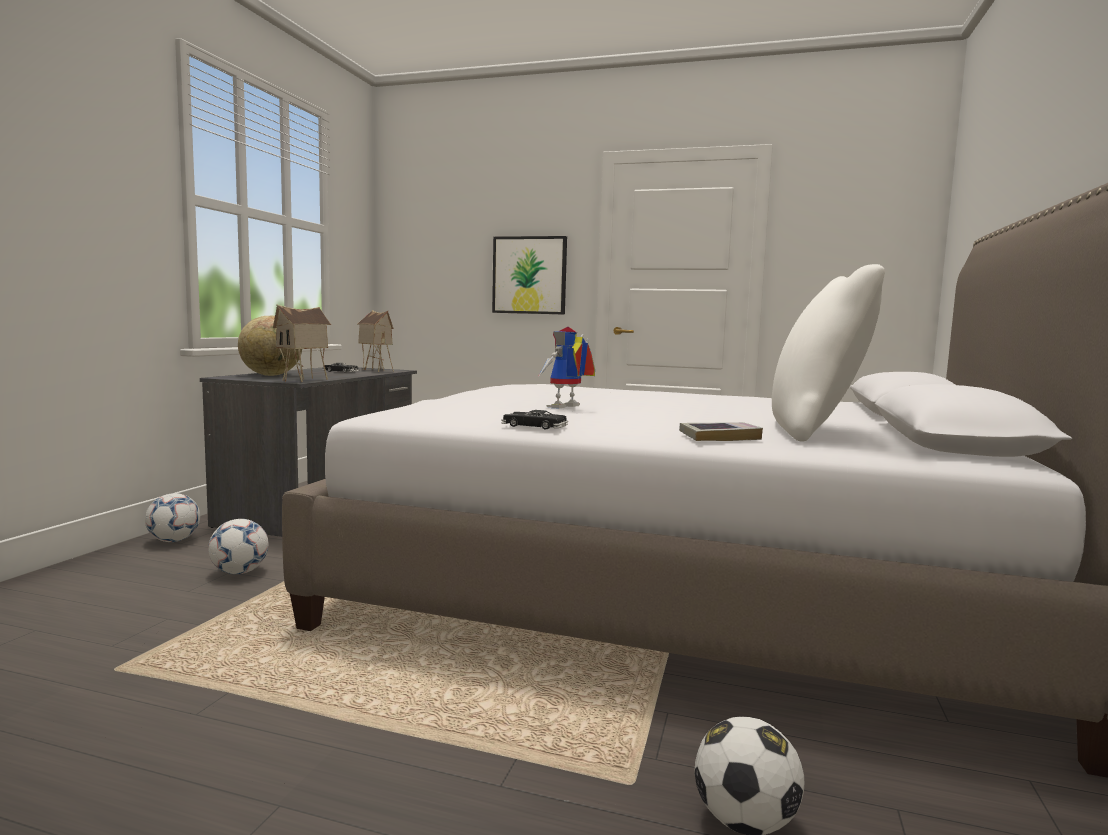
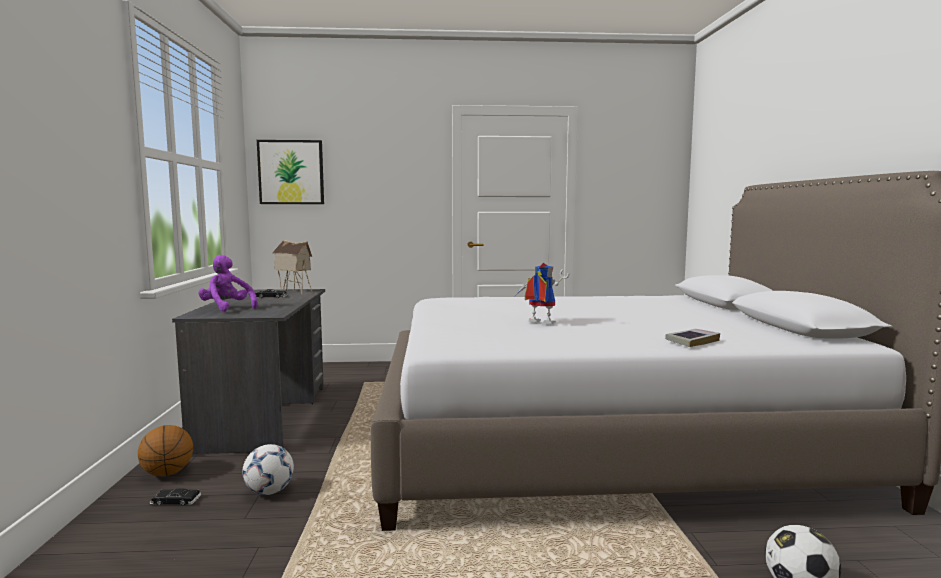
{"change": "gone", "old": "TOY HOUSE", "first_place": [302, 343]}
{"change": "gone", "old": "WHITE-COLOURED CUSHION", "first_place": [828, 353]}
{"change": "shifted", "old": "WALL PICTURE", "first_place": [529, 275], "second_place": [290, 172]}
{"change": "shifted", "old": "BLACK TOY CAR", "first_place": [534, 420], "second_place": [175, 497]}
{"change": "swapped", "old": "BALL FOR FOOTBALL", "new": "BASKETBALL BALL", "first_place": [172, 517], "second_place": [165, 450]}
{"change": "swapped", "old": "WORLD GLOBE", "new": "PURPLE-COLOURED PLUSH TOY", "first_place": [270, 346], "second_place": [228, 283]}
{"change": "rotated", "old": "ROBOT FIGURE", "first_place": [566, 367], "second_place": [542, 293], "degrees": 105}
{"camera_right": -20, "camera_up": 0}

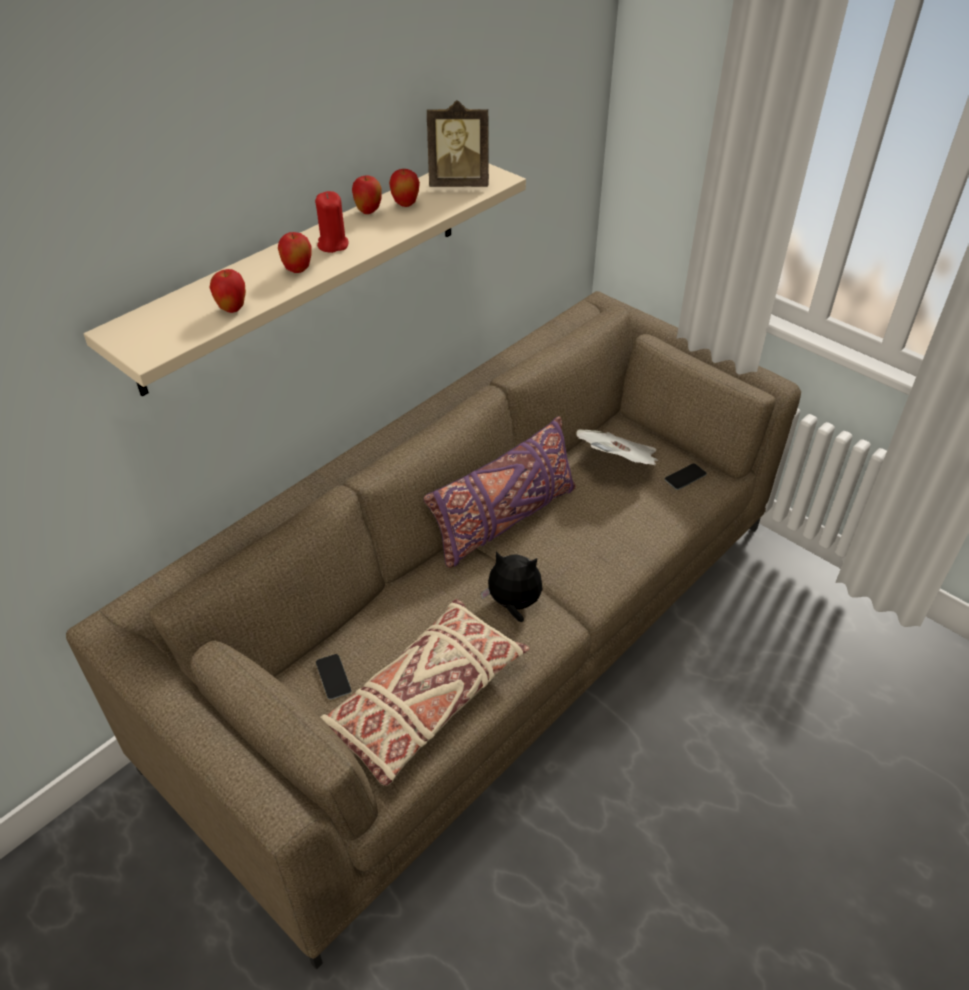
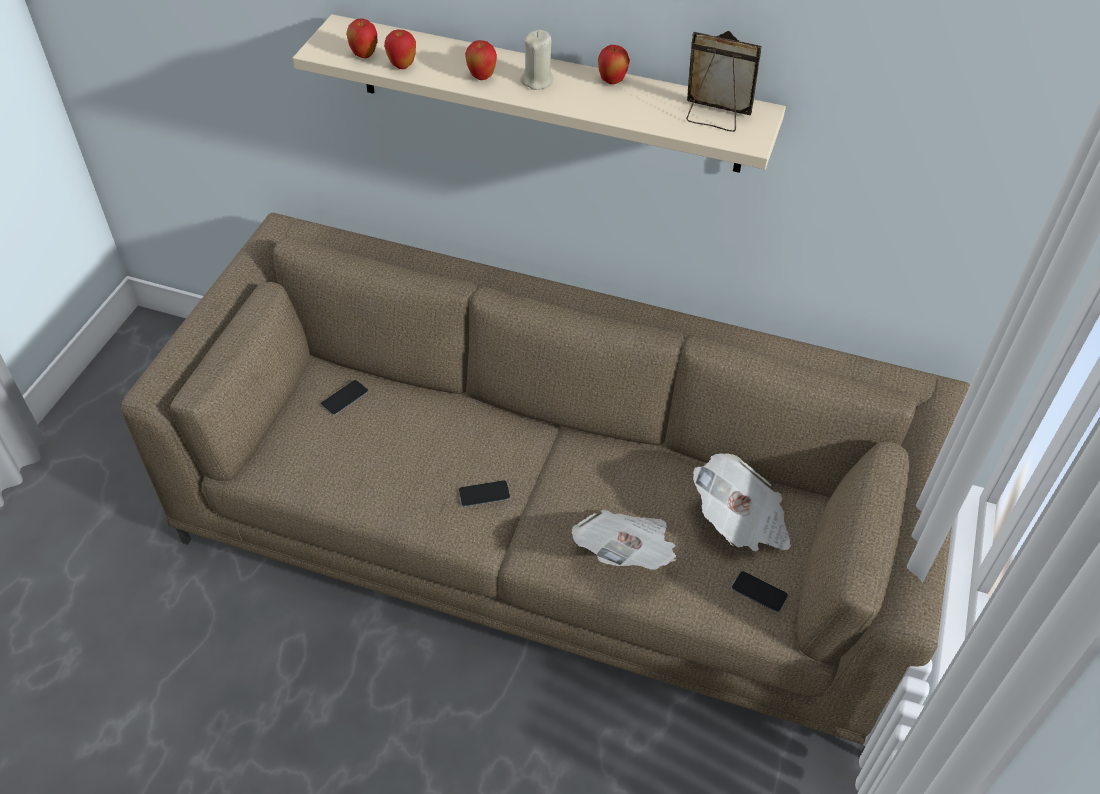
{"change": "gone", "old": "BEIGE CUSHION", "first_place": [425, 692]}
{"change": "gone", "old": "PURPLE-COLOURED CUSHION", "first_place": [499, 492]}
{"change": "new", "new": "PRINTED PAPER", "second_place": [624, 540]}
{"change": "shifted", "old": "APPLE FRUIT", "first_place": [404, 188], "second_place": [361, 38]}
{"change": "swapped", "old": "PLUSH TOY", "new": "HANDSET", "first_place": [511, 587], "second_place": [484, 493]}
{"change": "repainted", "old": "RED WAX CANDLE", "new": "BEIGE WAX CANDLE", "first_place": [331, 222], "second_place": [537, 60]}
{"change": "rotated", "old": "PHOTO FRAME", "first_place": [458, 143], "second_place": [724, 81], "degrees": 135}
{"camera_right": 65, "camera_up": 5}

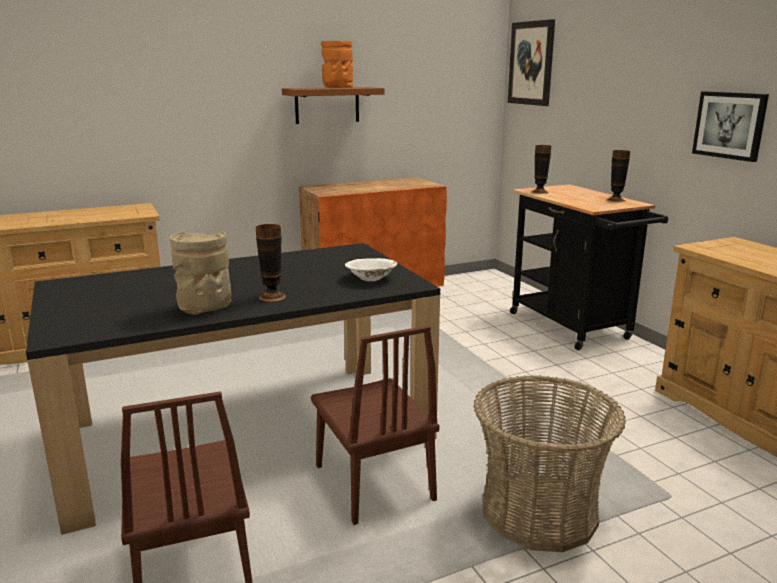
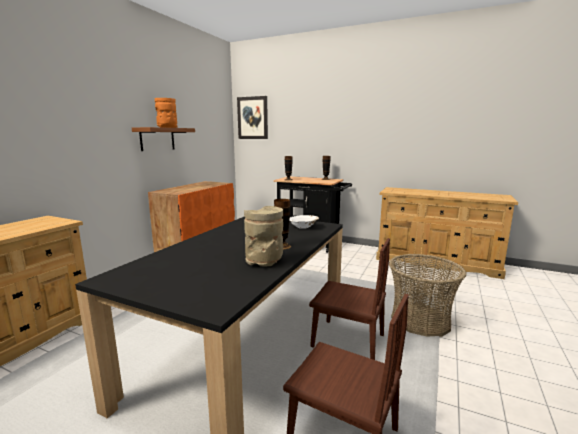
{"change": "gone", "old": "WALL PICTURE", "first_place": [730, 126]}
{"camera_right": -40, "camera_up": -5}

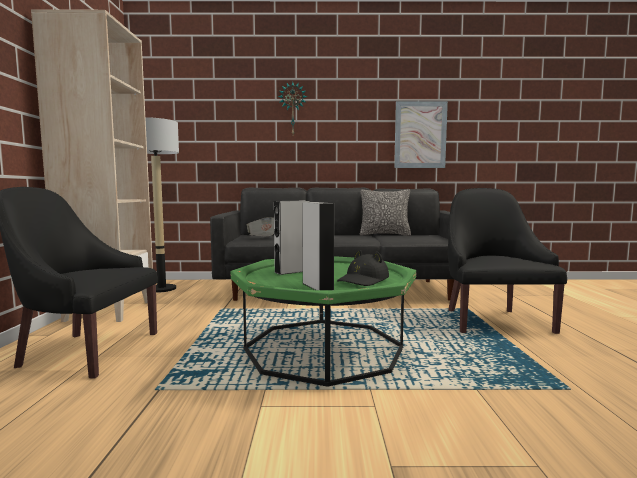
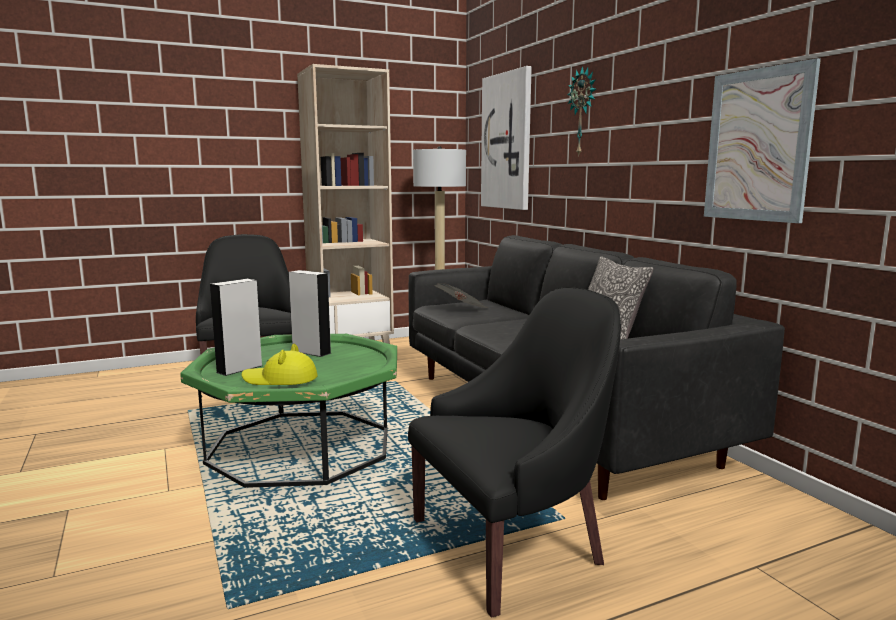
{"change": "new", "new": "WALL PICTURE", "second_place": [506, 138]}
{"change": "repainted", "old": "BLACK CLOTHING HAT", "new": "YELLOW-COLOURED CLOTHING HAT", "first_place": [363, 268], "second_place": [279, 364]}
{"camera_right": 65, "camera_up": 5}

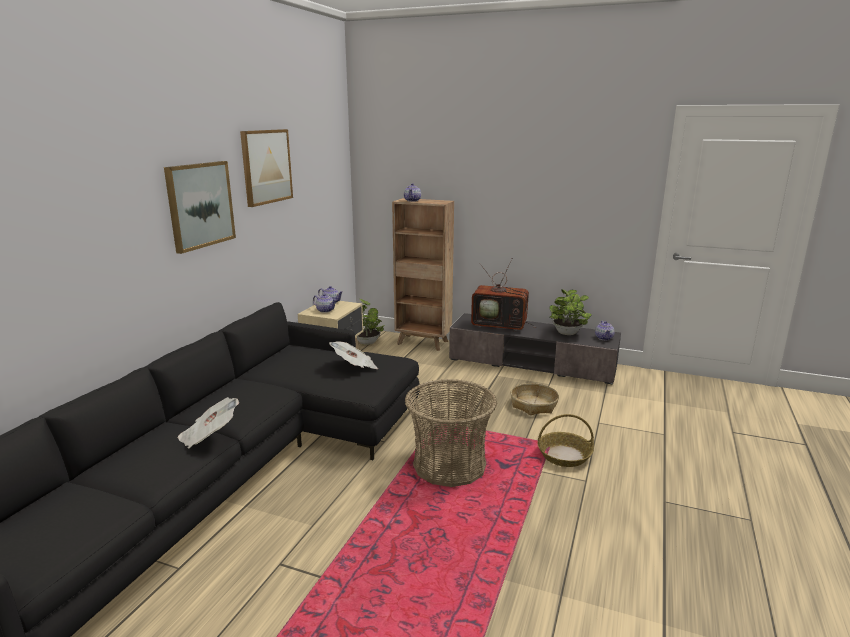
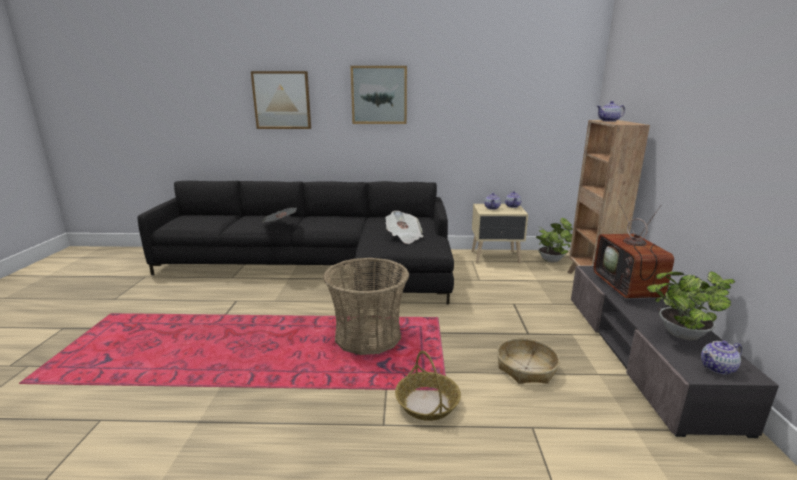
{"change": "shifted", "old": "WALL PICTURE", "first_place": [266, 168], "second_place": [281, 100]}
{"camera_right": 70, "camera_up": 0}

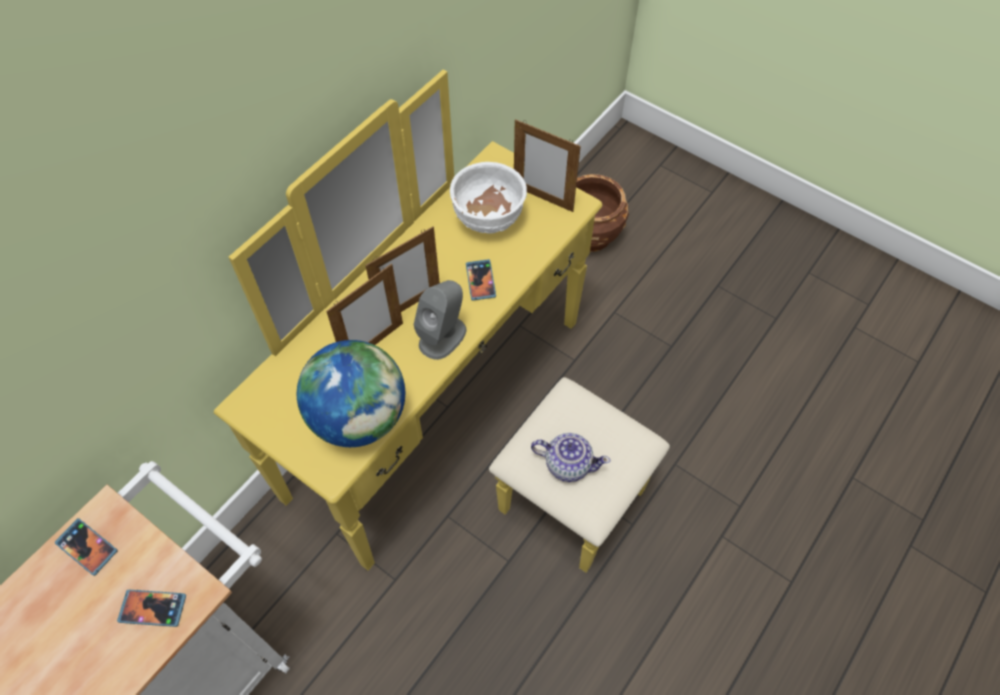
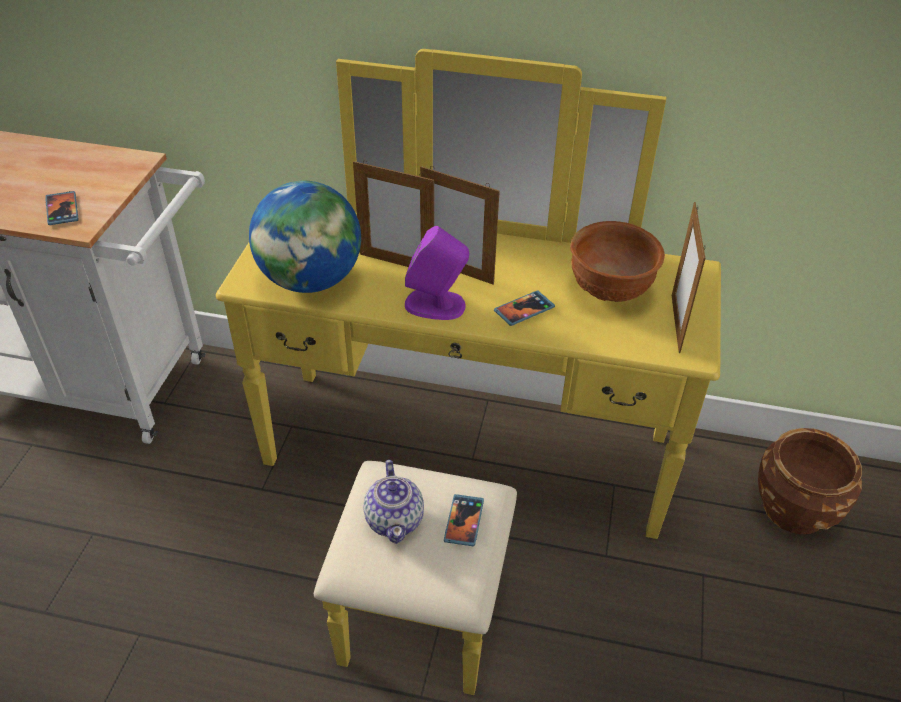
{"change": "shifted", "old": "HANDSET", "first_place": [86, 547], "second_place": [464, 520]}
{"change": "repainted", "old": "GREYISH AUDIO SPEAKER", "new": "PURPLE-COLOURED AUDIO SPEAKER", "first_place": [440, 320], "second_place": [437, 273]}
{"change": "repainted", "old": "WHITE-COLOURED SERVING BOWL", "new": "BROWNISH SERVING BOWL", "first_place": [488, 198], "second_place": [617, 261]}
{"camera_right": 65, "camera_up": -15}

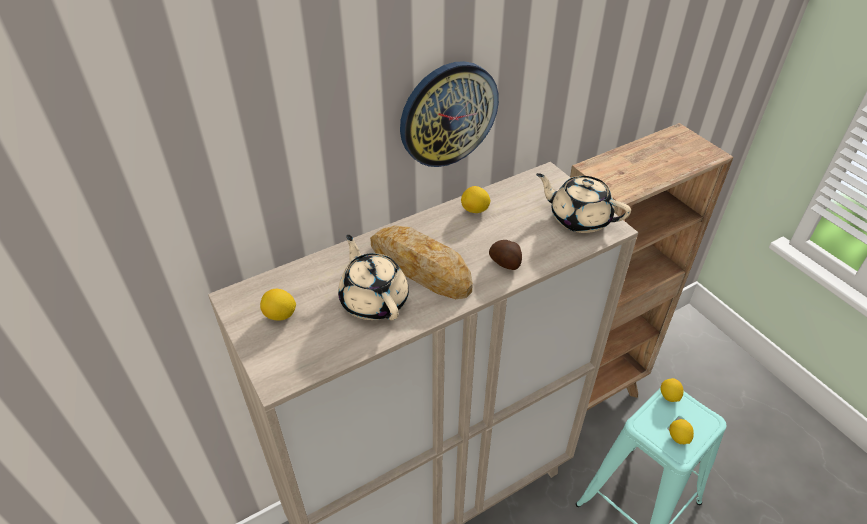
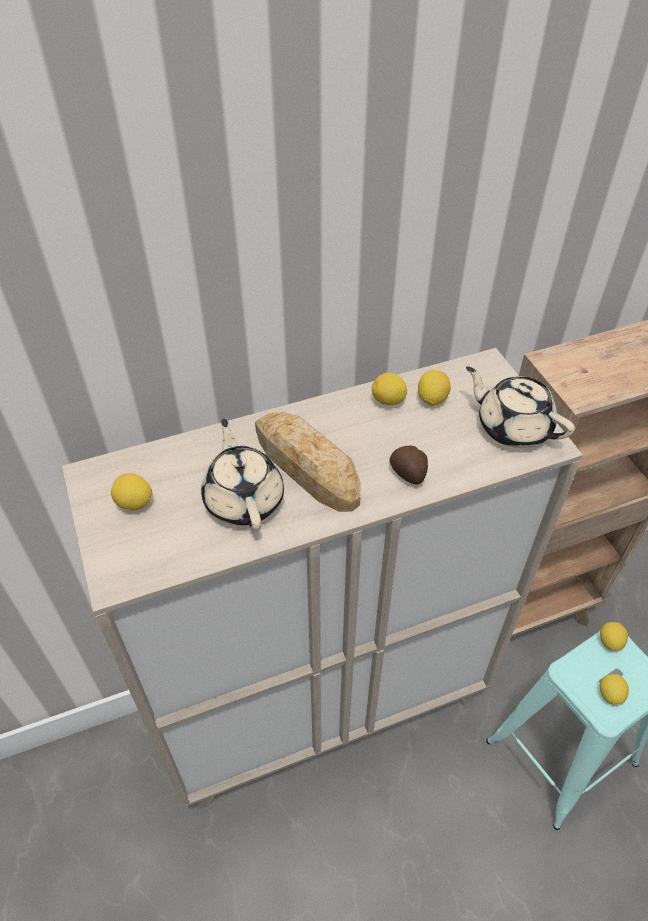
{"change": "gone", "old": "CLOCK ON THE WALL", "first_place": [449, 114]}
{"change": "new", "new": "LEMON", "second_place": [434, 388]}
{"camera_right": 10, "camera_up": 5}

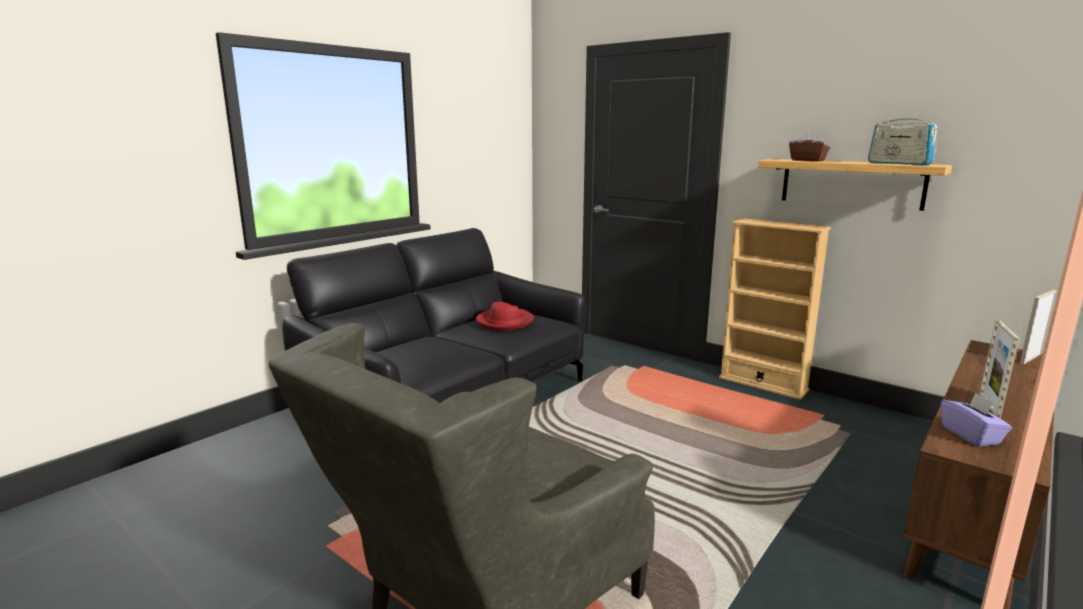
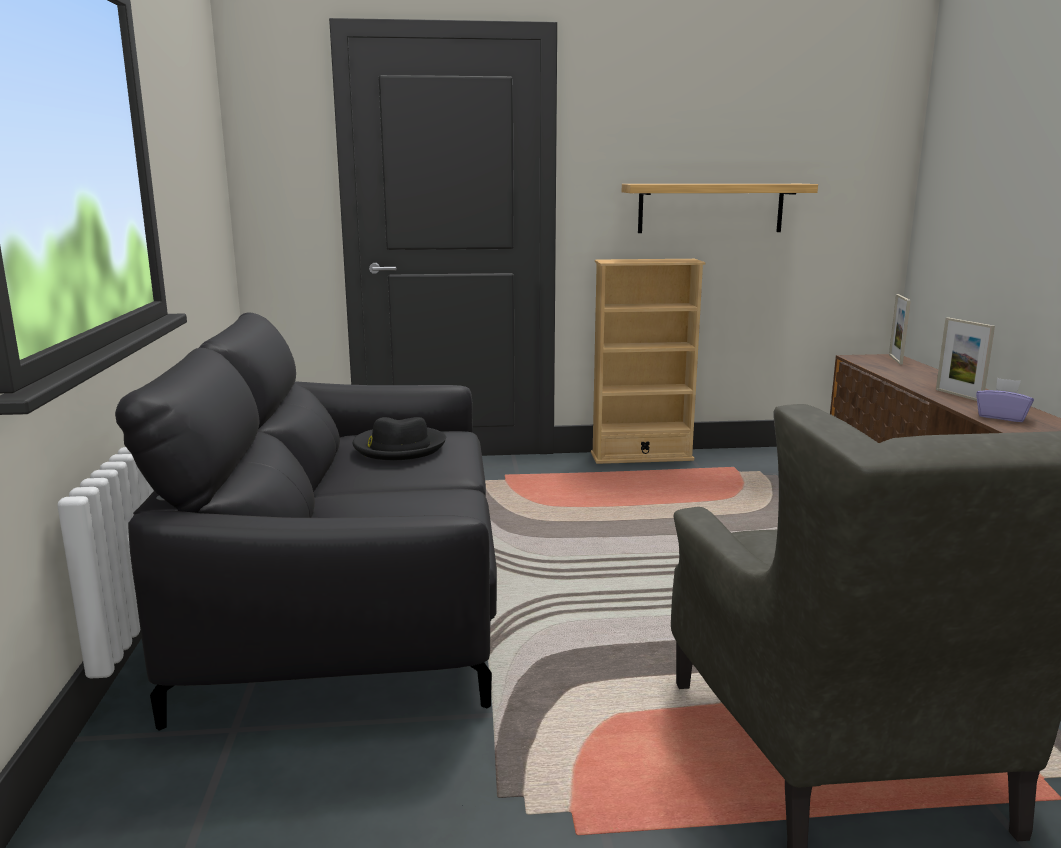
{"change": "gone", "old": "BROWNISH BOX OF TISSUES", "first_place": [809, 147]}
{"change": "gone", "old": "RADIO SET", "first_place": [902, 139]}
{"change": "repainted", "old": "RED CLOTHING HAT", "new": "BLACK CLOTHING HAT", "first_place": [505, 316], "second_place": [399, 438]}
{"camera_right": -45, "camera_up": 0}

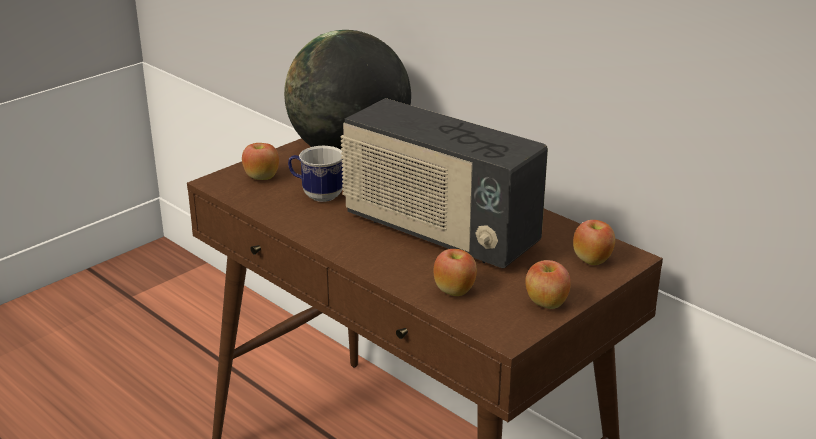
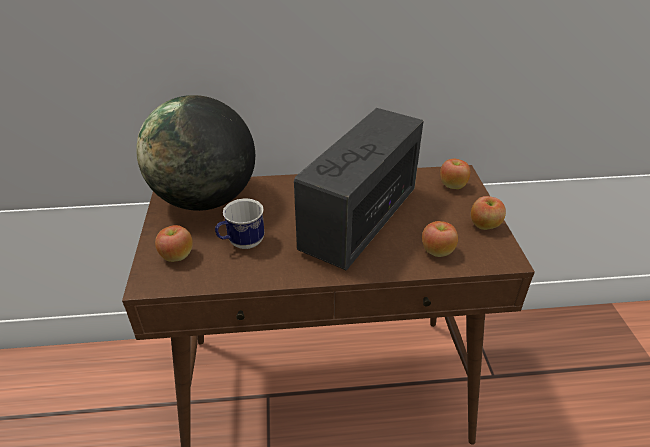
{"change": "rotated", "old": "RADIO SET", "first_place": [444, 183], "second_place": [359, 189], "degrees": 135}
{"camera_right": -50, "camera_up": 10}

